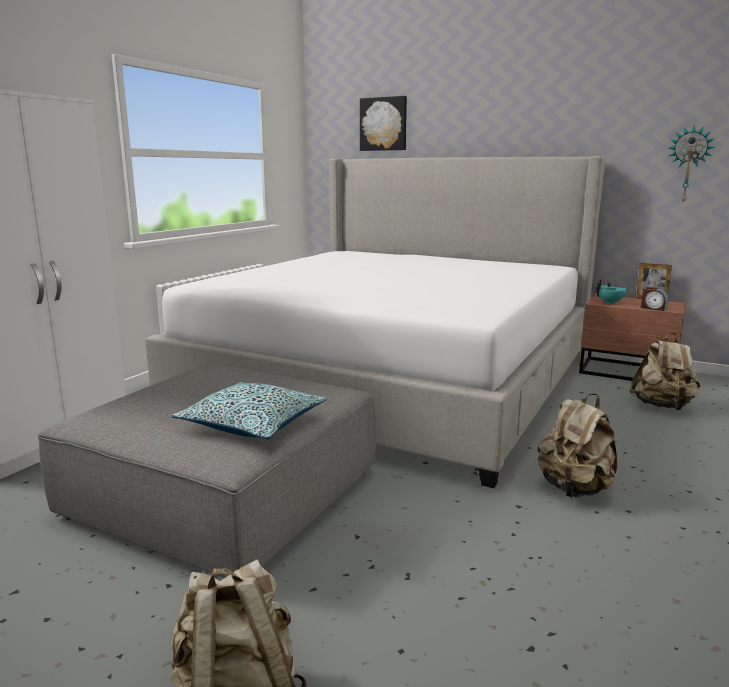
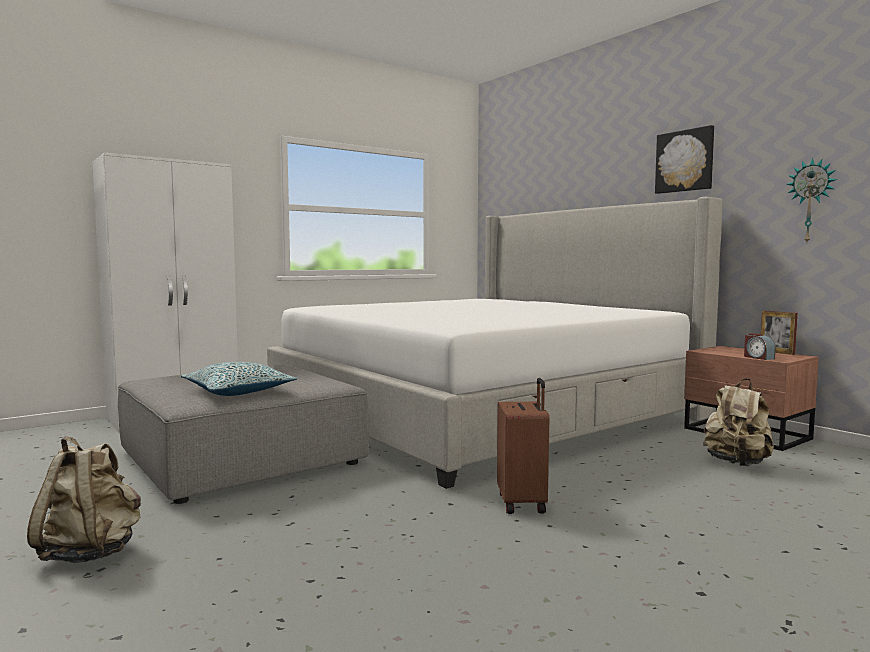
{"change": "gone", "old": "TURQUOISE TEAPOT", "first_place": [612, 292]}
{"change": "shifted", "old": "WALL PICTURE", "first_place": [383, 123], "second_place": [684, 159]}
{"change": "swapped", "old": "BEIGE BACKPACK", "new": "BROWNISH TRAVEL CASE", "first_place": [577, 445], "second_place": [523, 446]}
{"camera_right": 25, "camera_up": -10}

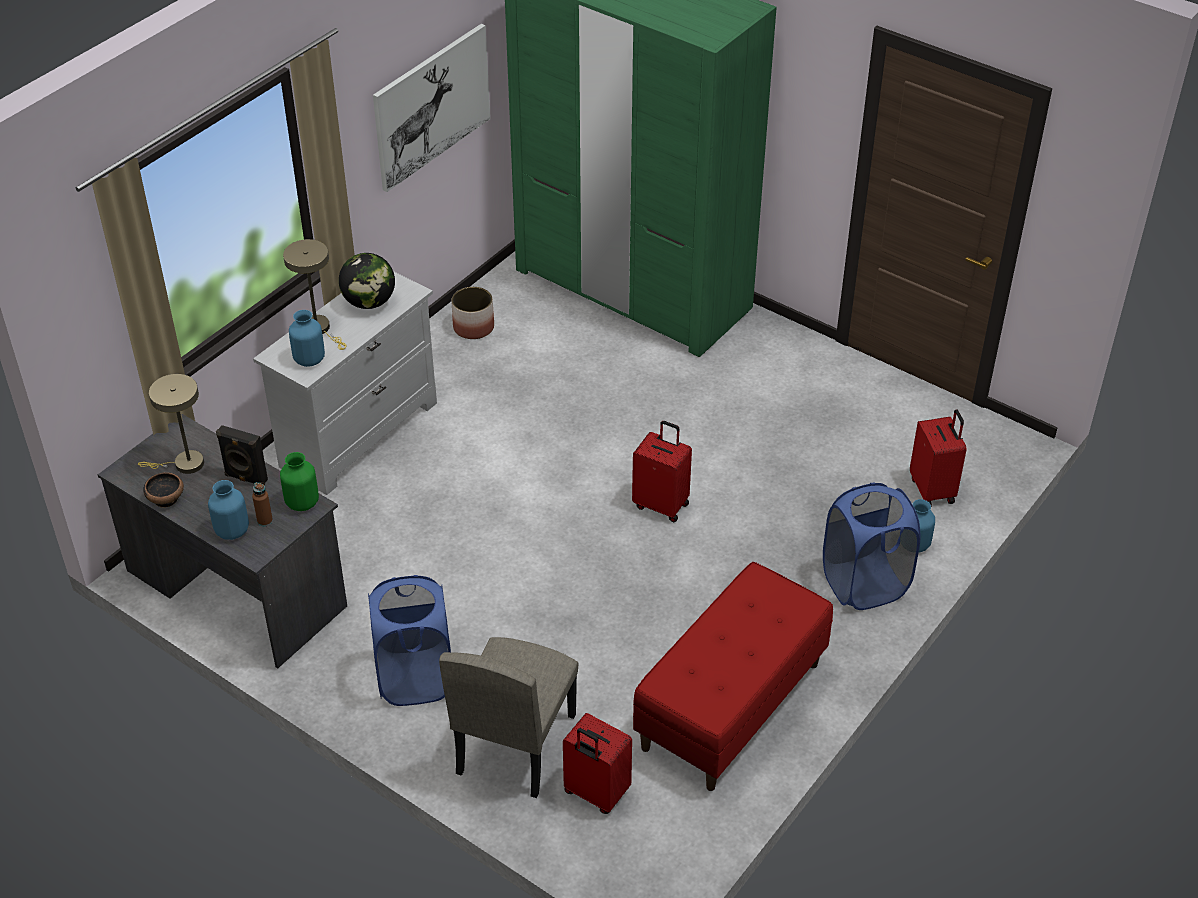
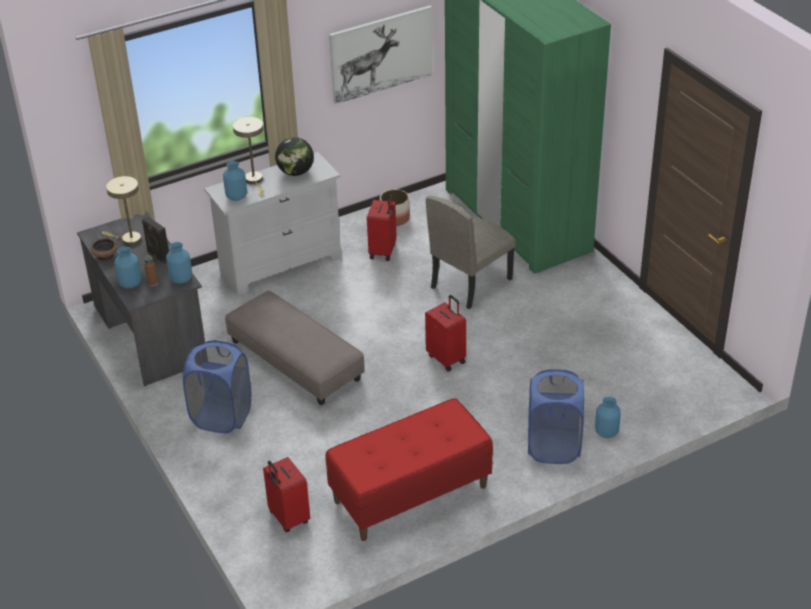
{"change": "new", "new": "GREYISH FOOTREST", "second_place": [295, 348]}
{"change": "shifted", "old": "BEIGE CHAIR", "first_place": [508, 717], "second_place": [471, 252]}
{"change": "shifted", "old": "RED TRAVEL CASE", "first_place": [938, 457], "second_place": [382, 227]}
{"change": "repainted", "old": "GREEN DECORATIVE VASE", "new": "BLUE-COLOURED DECORATIVE VASE", "first_place": [299, 481], "second_place": [179, 263]}
{"camera_right": 25, "camera_up": -5}

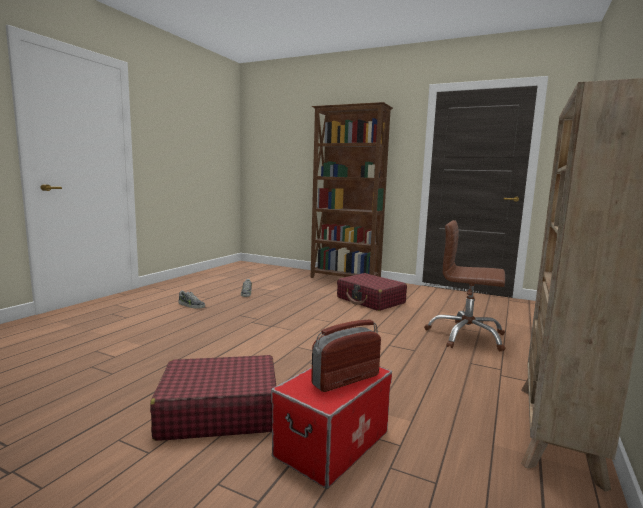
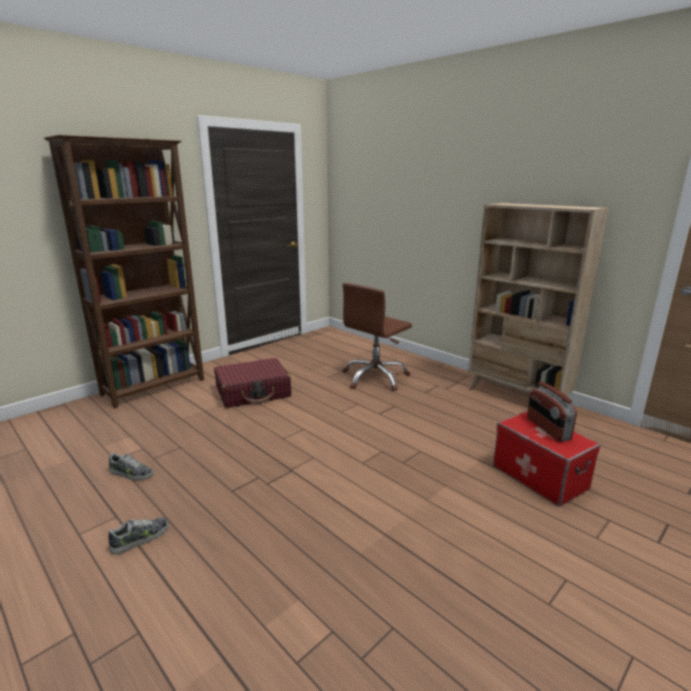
{"change": "gone", "old": "RED TRAVEL CASE", "first_place": [213, 398]}
{"camera_right": -70, "camera_up": 10}

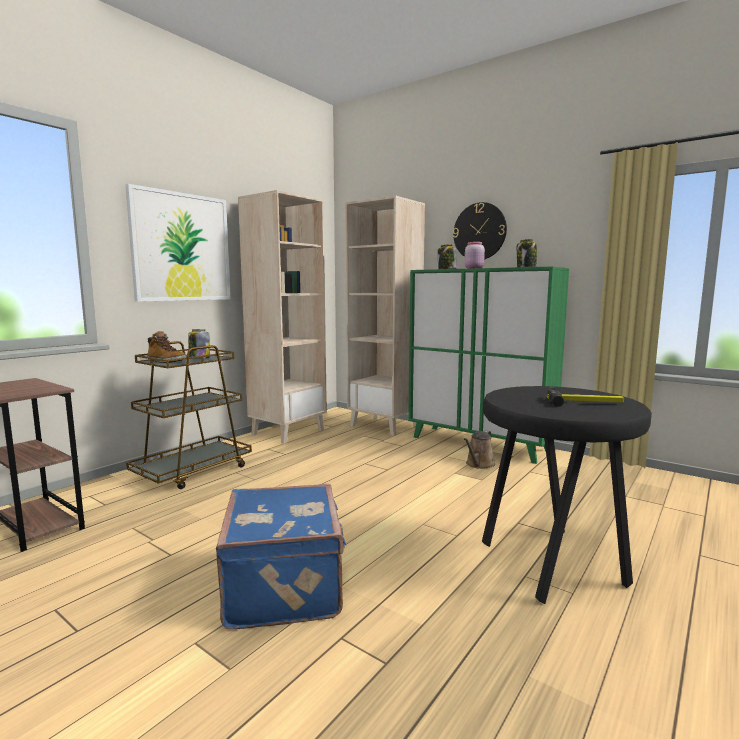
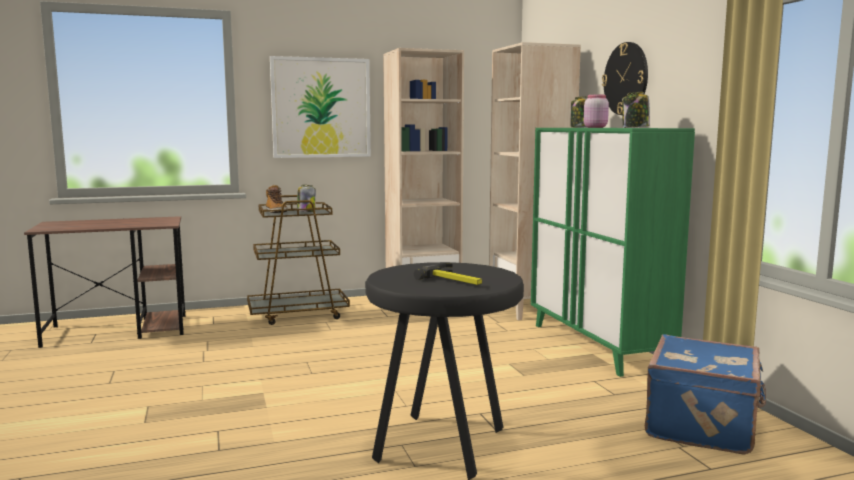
{"change": "gone", "old": "BROWNISH WATERING CAN", "first_place": [480, 450]}
{"change": "shifted", "old": "BLUE-COLOURED TRAVEL CASE", "first_place": [281, 556], "second_place": [705, 394]}
{"camera_right": 35, "camera_up": 0}

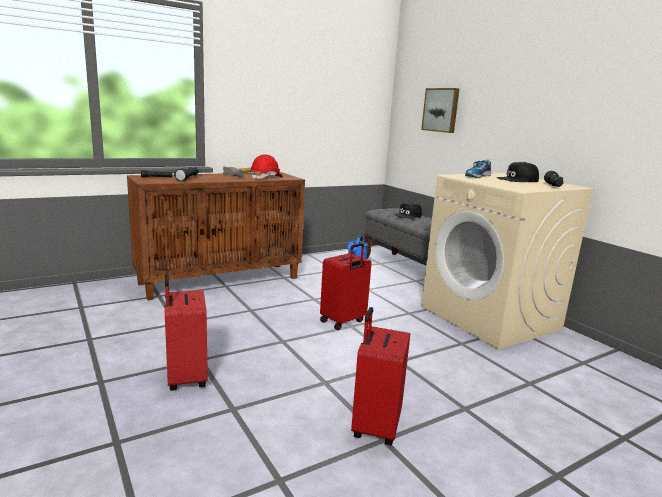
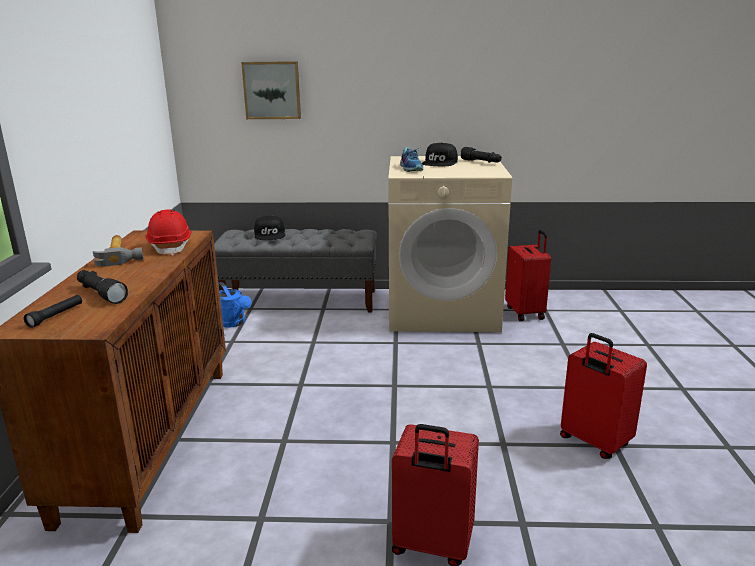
{"change": "shifted", "old": "RED TRAVEL CASE", "first_place": [346, 286], "second_place": [528, 275]}
{"camera_right": -55, "camera_up": 5}

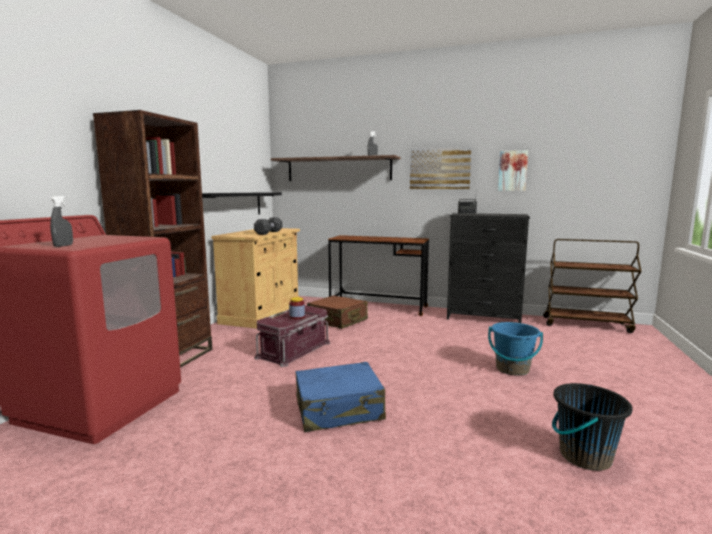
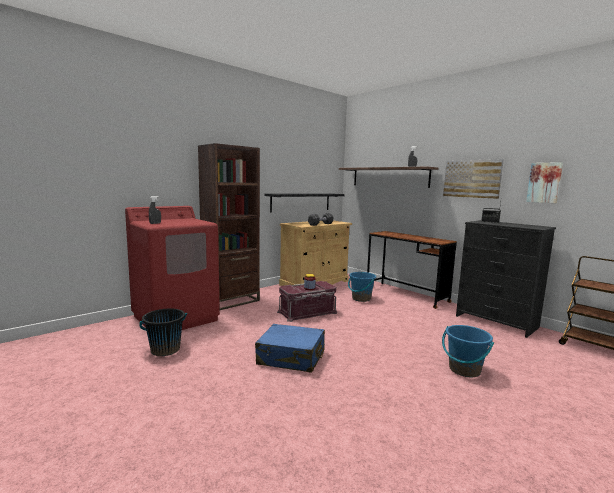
{"change": "shifted", "old": "BLACK BUCKET", "first_place": [592, 427], "second_place": [163, 332]}
{"change": "swapped", "old": "BROWNISH TRAVEL CASE", "new": "BLUE-COLOURED BUCKET", "first_place": [337, 312], "second_place": [362, 287]}
{"camera_right": 30, "camera_up": 0}

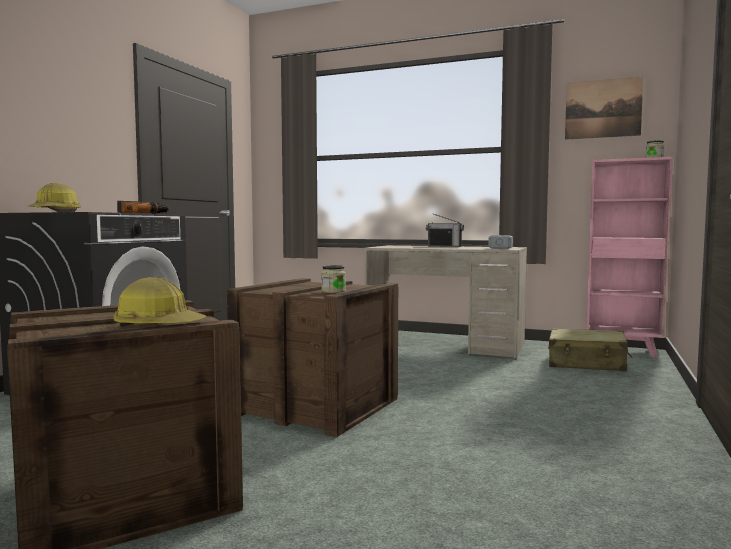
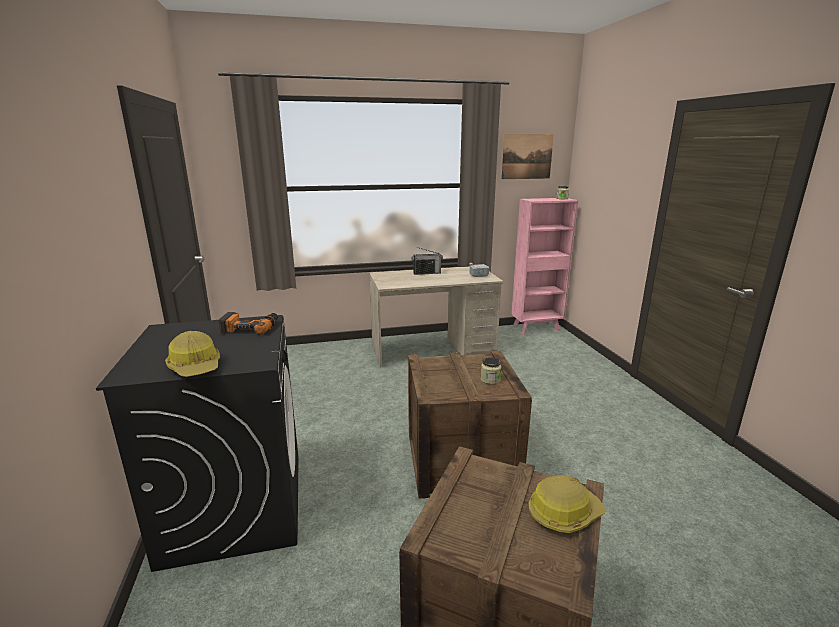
{"change": "gone", "old": "BEIGE TRAVEL CASE", "first_place": [590, 349]}
{"camera_right": -35, "camera_up": 15}

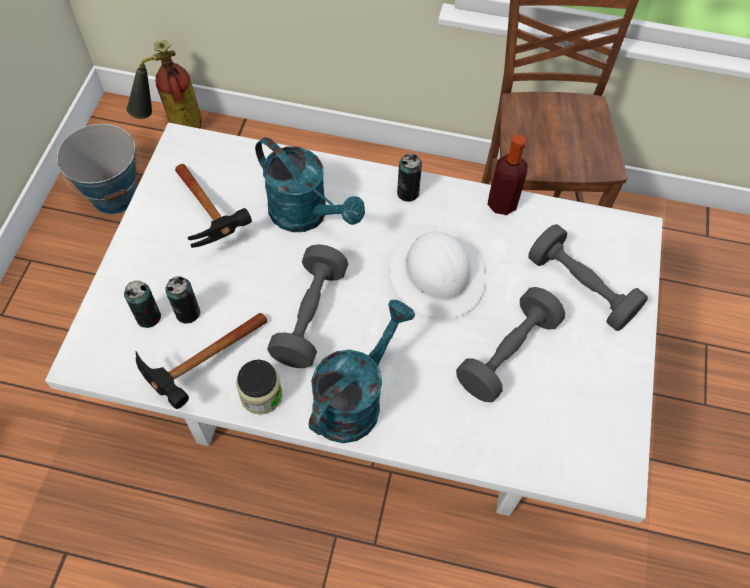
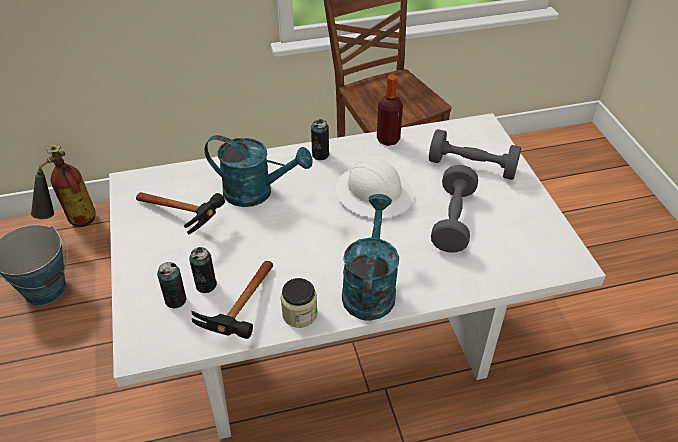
{"change": "gone", "old": "GREYISH DUMBBELL", "first_place": [307, 306]}
{"camera_right": -25, "camera_up": -15}

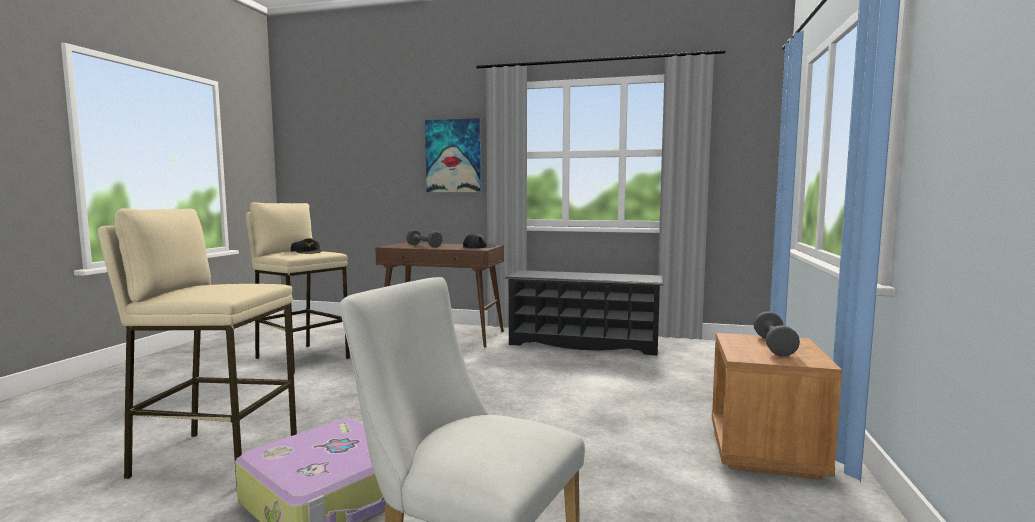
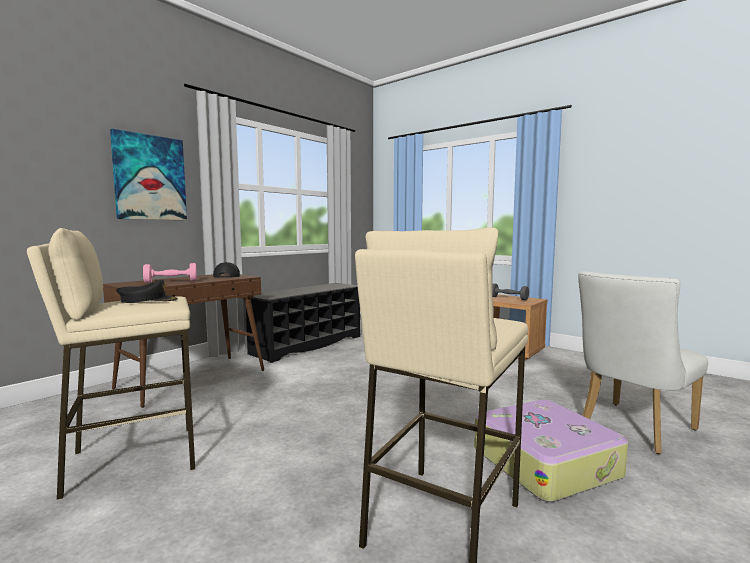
{"change": "repainted", "old": "GREYISH DUMBBELL", "new": "PINKISH DUMBBELL", "first_place": [424, 239], "second_place": [170, 273]}
{"camera_right": -65, "camera_up": 0}

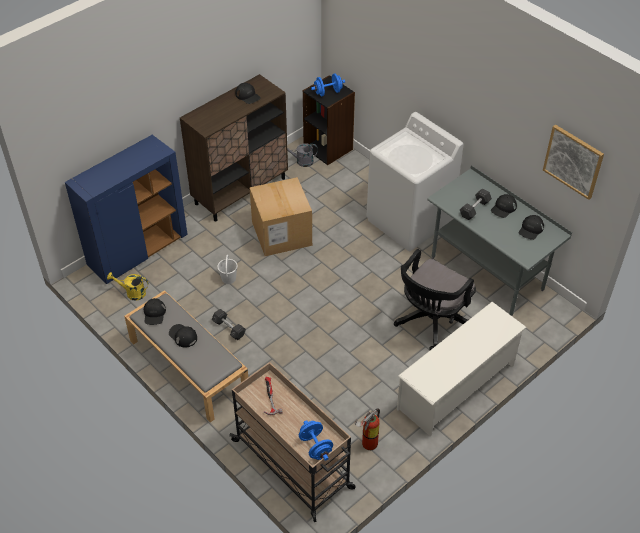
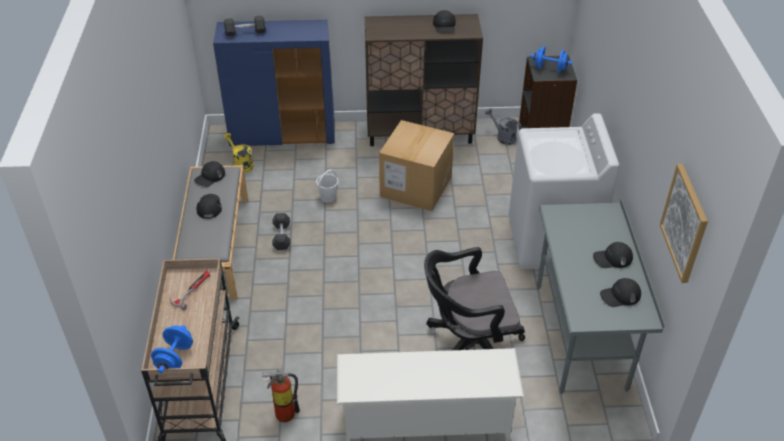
{"change": "shifted", "old": "GREYISH DUMBBELL", "first_place": [476, 204], "second_place": [244, 25]}
{"camera_right": 40, "camera_up": -5}

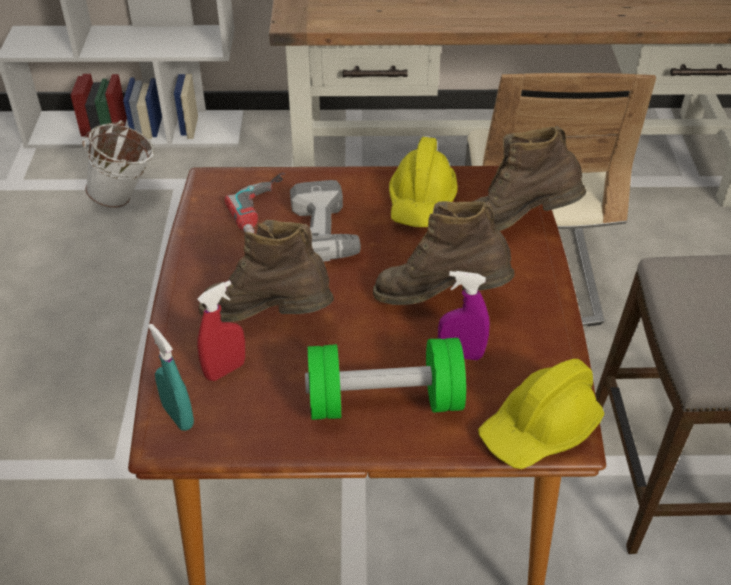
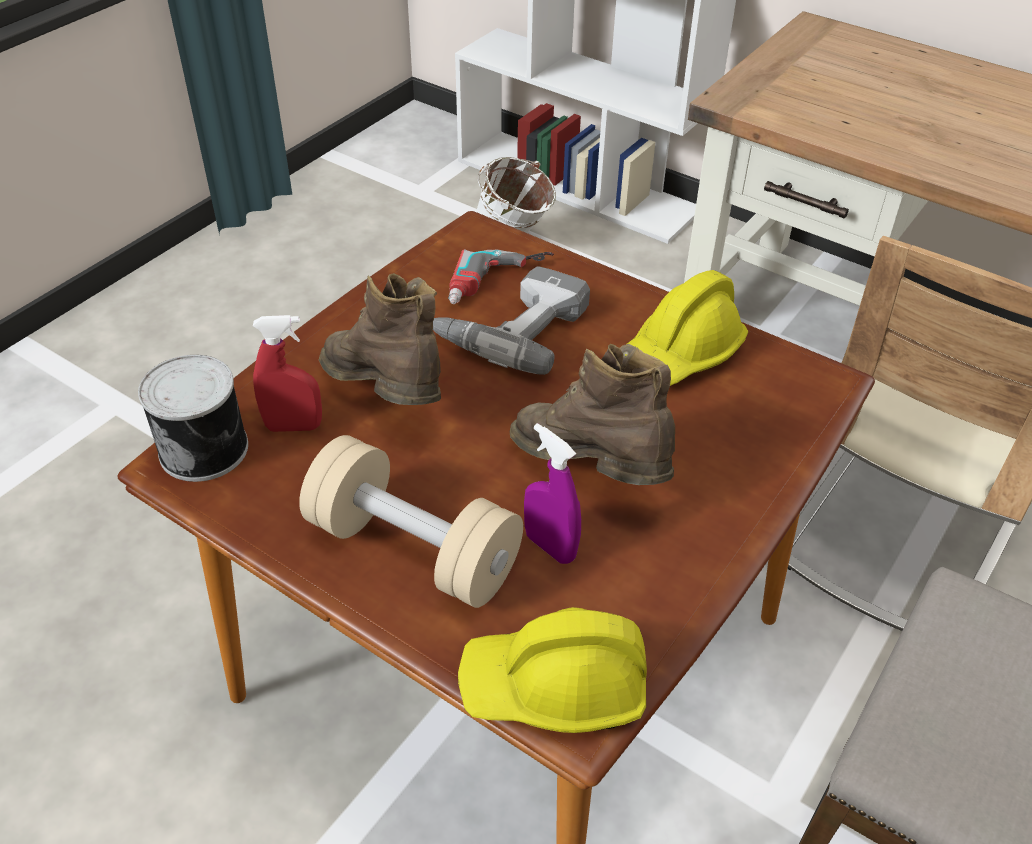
{"change": "gone", "old": "BROWNISH HIGH-TOP BOOT", "first_place": [529, 178]}
{"change": "swapped", "old": "TURQUOISE SPRAYER", "new": "METAL CAN", "first_place": [171, 377], "second_place": [193, 418]}
{"change": "repainted", "old": "GREEN DUMBBELL", "new": "BEIGE DUMBBELL", "first_place": [385, 379], "second_place": [411, 521]}
{"camera_right": 35, "camera_up": 0}

